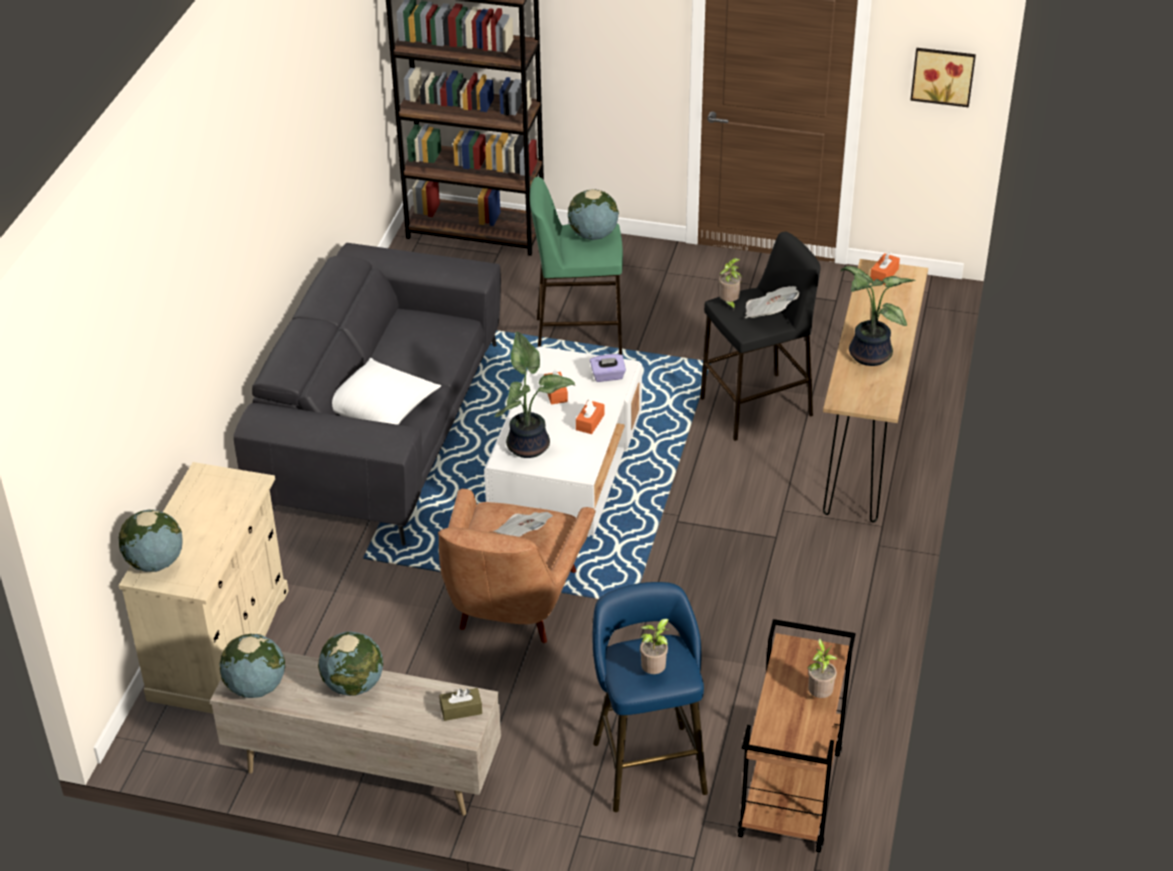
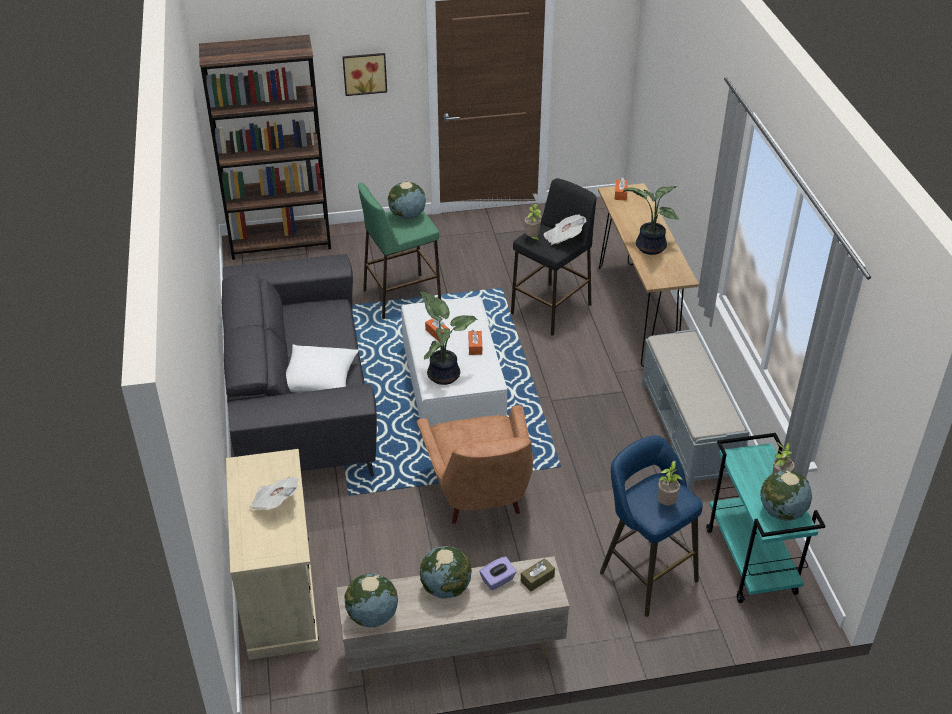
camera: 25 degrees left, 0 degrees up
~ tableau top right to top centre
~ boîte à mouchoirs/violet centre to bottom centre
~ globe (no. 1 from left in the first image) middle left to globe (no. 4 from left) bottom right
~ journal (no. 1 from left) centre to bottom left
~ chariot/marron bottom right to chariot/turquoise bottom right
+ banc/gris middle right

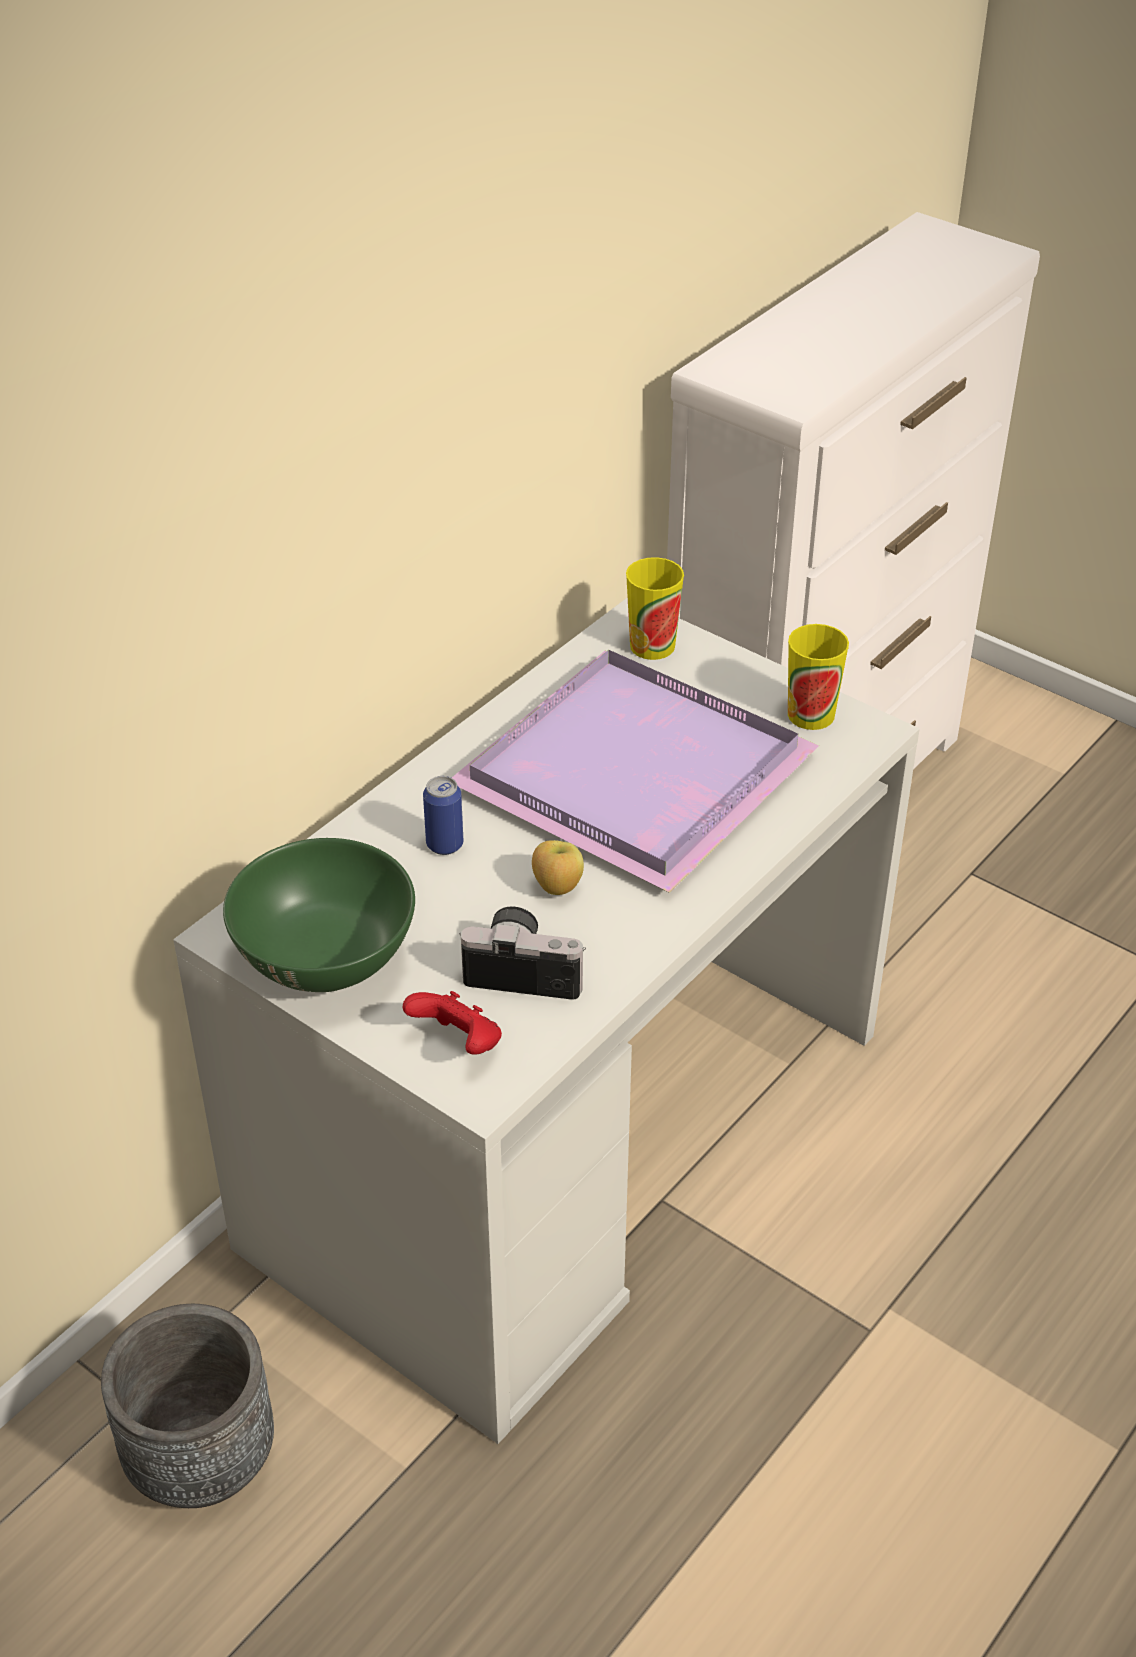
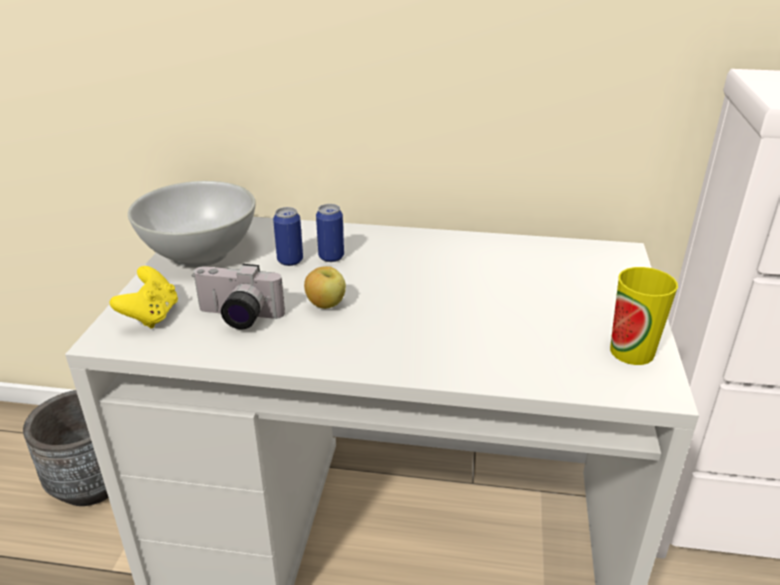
camera: 60 degrees right, 10 degrees down
- tasse (no. 1 from left) centre
- plateau/violet centre
~ bol/vert middle left to bol/blanc middle left
~ appareil photo centre = middle left 120 degrees clockwise
~ manette/rouge centre to manette/jaune middle left
+ boîte métallique (no. 1 from left) centre

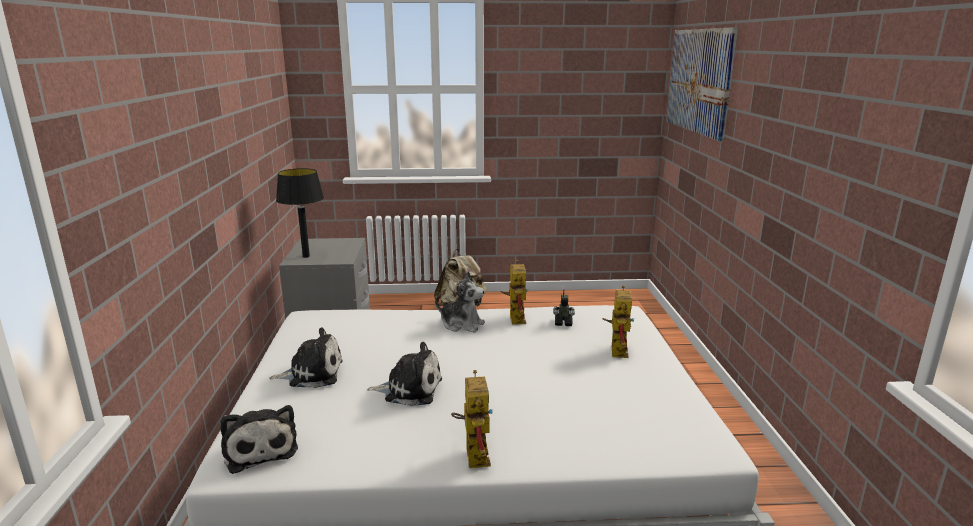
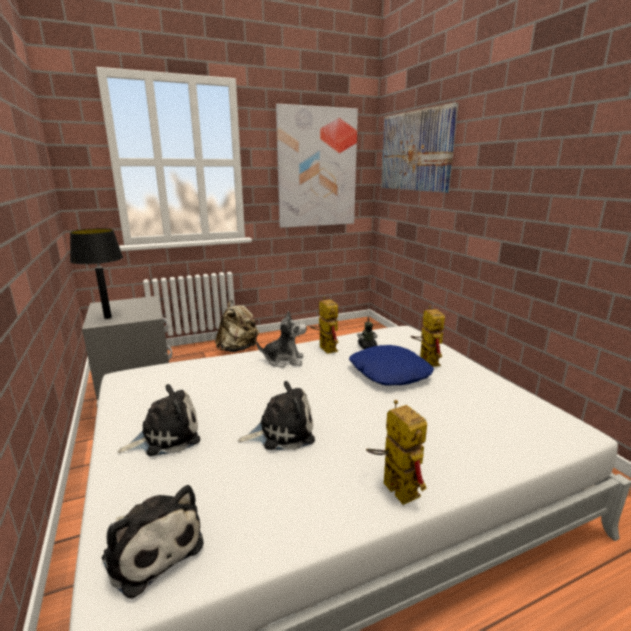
camera: 20 degrees left, 0 degrees up
+ tableau (no. 1 from left) top centre
+ coussin/bleu centre

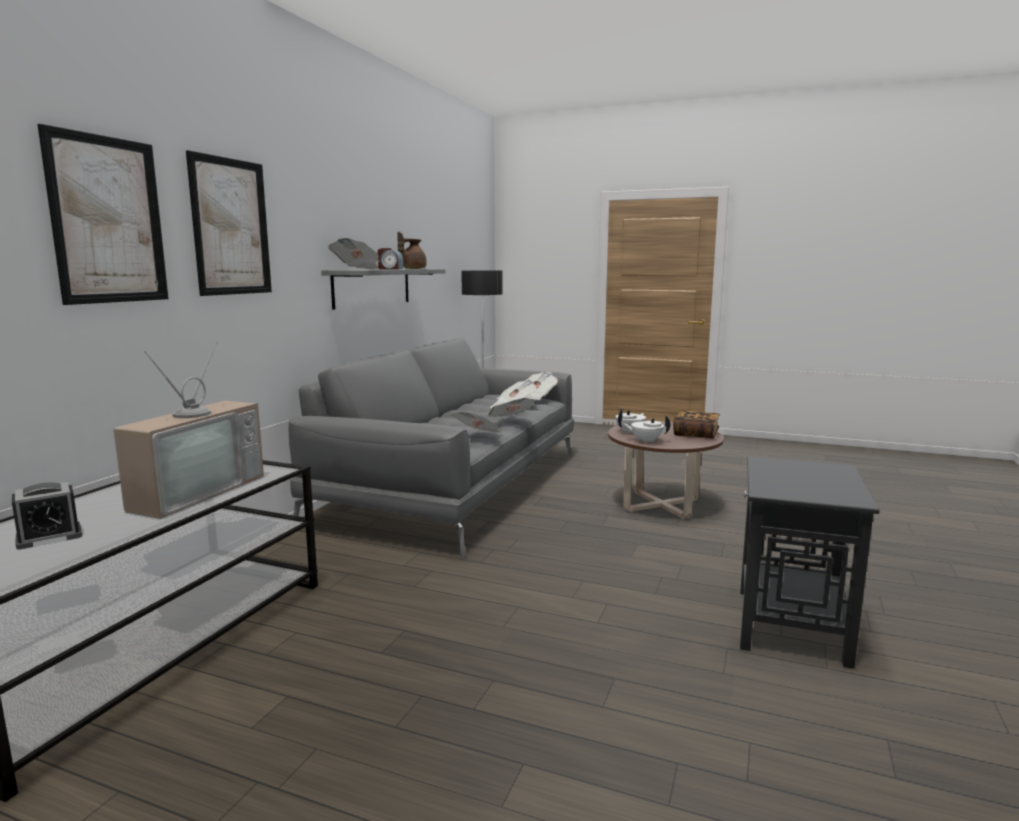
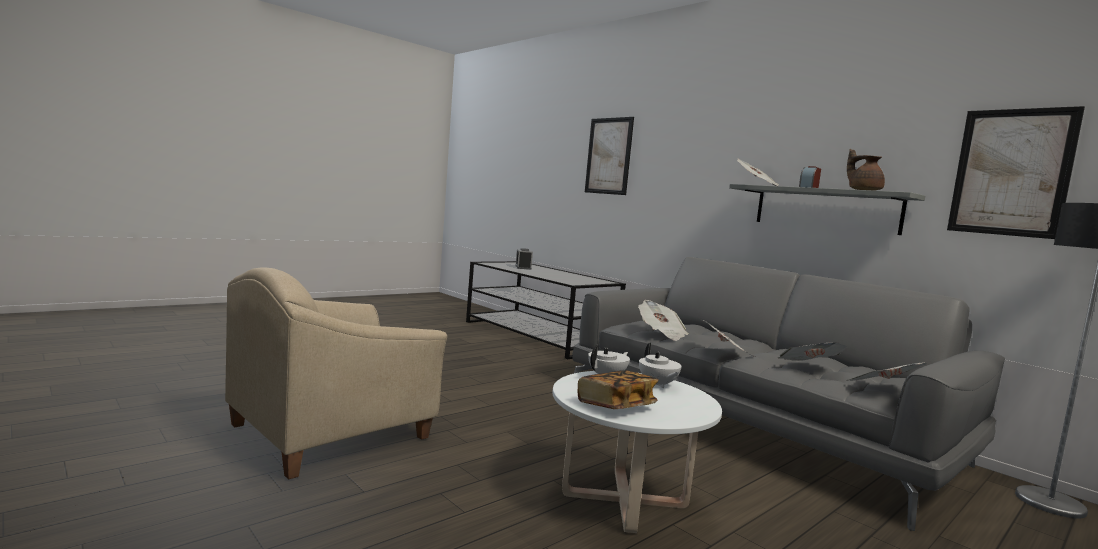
camera: 115 degrees right, 5 degrees down
~ tableau (no. 2 from left) top left to top right
- téléviseur middle left
~ table basse/marron centre to table basse/blanc bottom centre
~ table d'appoint/noir bottom right to fauteuil/beige bottom left

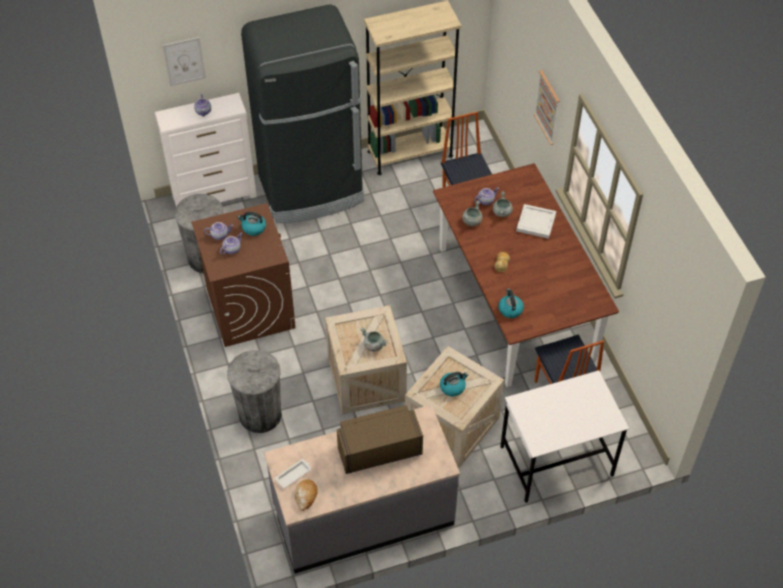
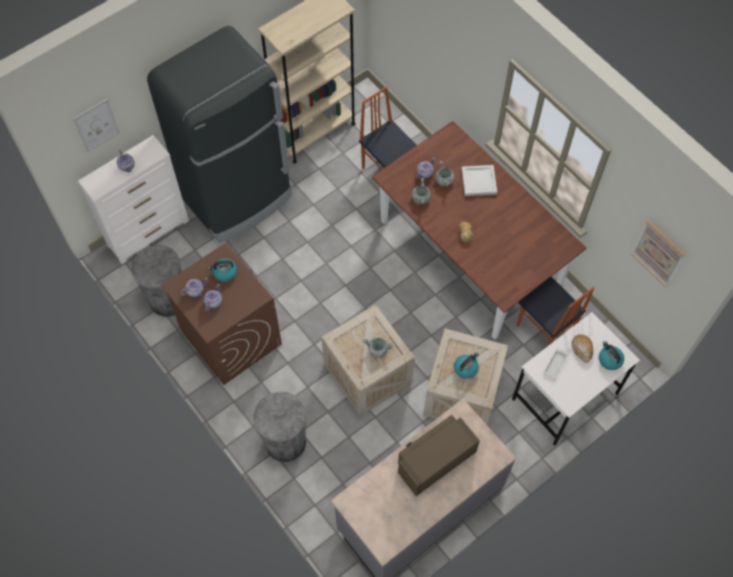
camera: 20 degrees left, 10 degrees up
~ tableau (no. 2 from left) top right to middle right
~ bouilloire (no. 3 from left) centre to middle right
~ plateau/blanc (no. 1 from left in the first image) bottom centre to plateau/blanc (no. 2 from left) middle right
~ pain (no. 1 from left in the first image) bottom centre to pain (no. 2 from left) middle right

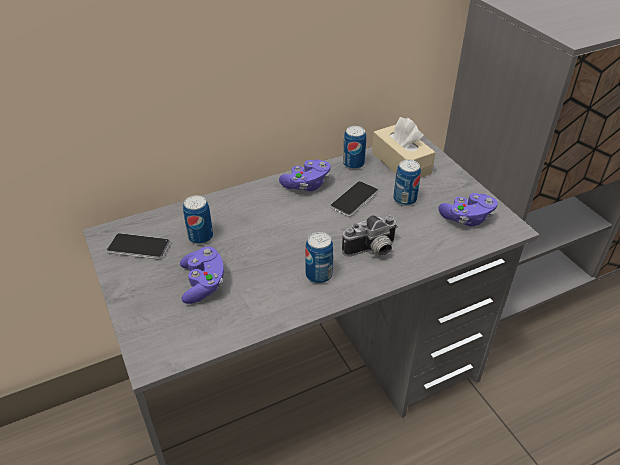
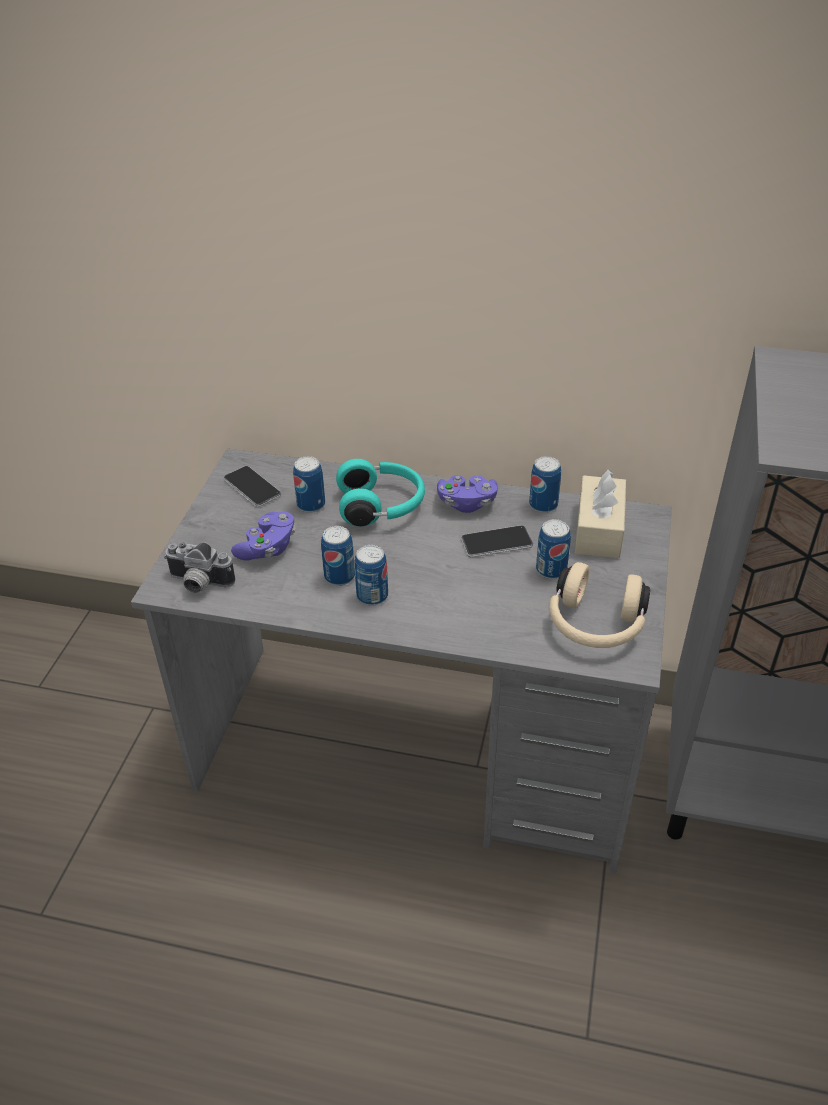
camera: 40 degrees right, 0 degrees up
~ manette/violet (no. 3 from left) middle right to casque audio/beige middle right
~ appareil photo centre to middle left
+ casque audio/turquoise centre
+ boîte métallique (no. 2 from left) centre

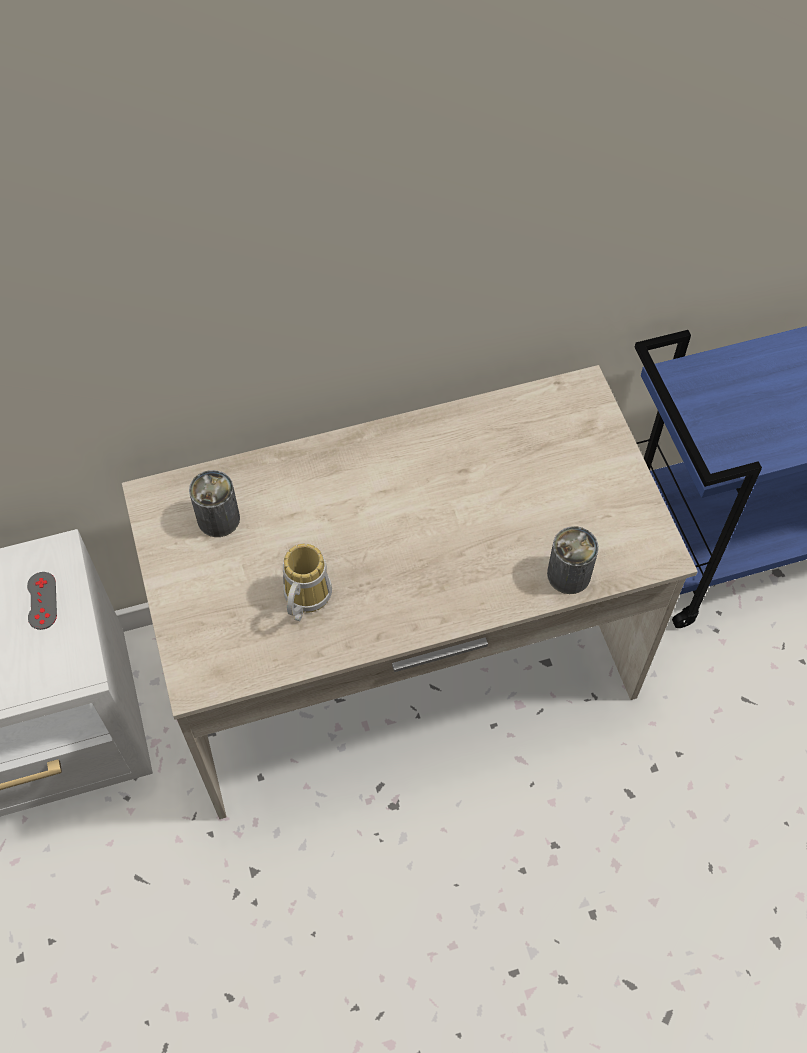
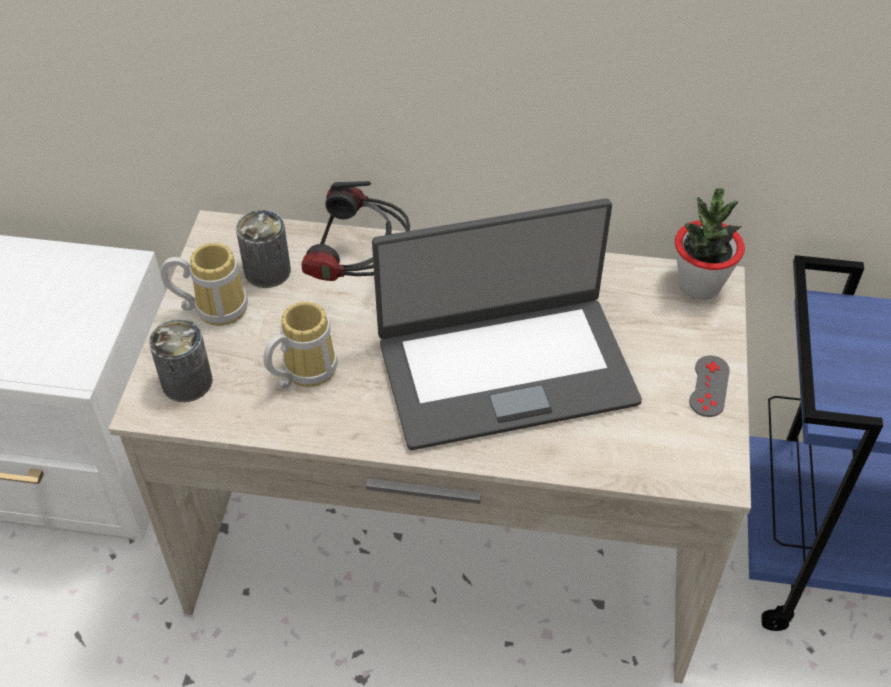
camera: 25 degrees right, 10 degrees down
~ boîte métallique (no. 2 from left in the first image) middle right to boîte métallique (no. 1 from left) middle left
~ manette/gris middle left to middle right
+ casque audio centre
+ plante en pot middle right
+ ordinateur portable centre
+ mug (no. 1 from left) middle left

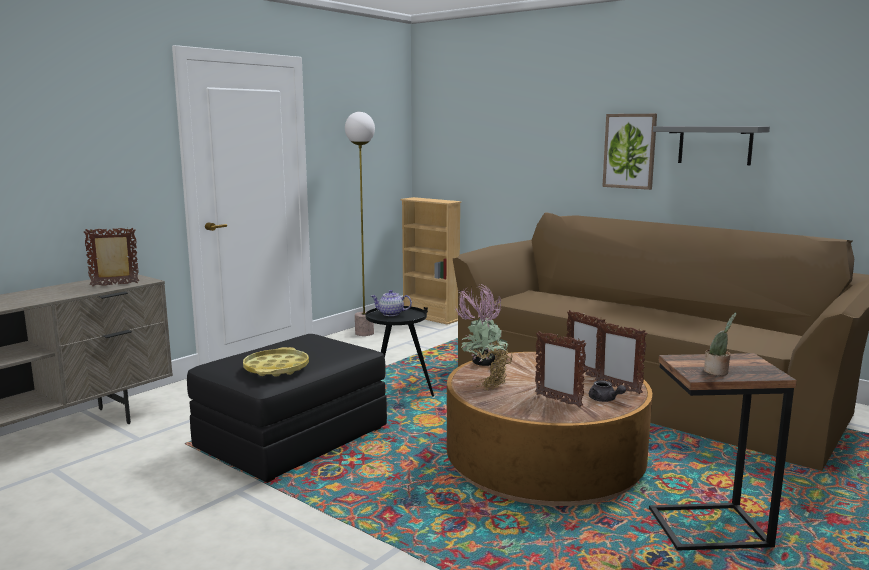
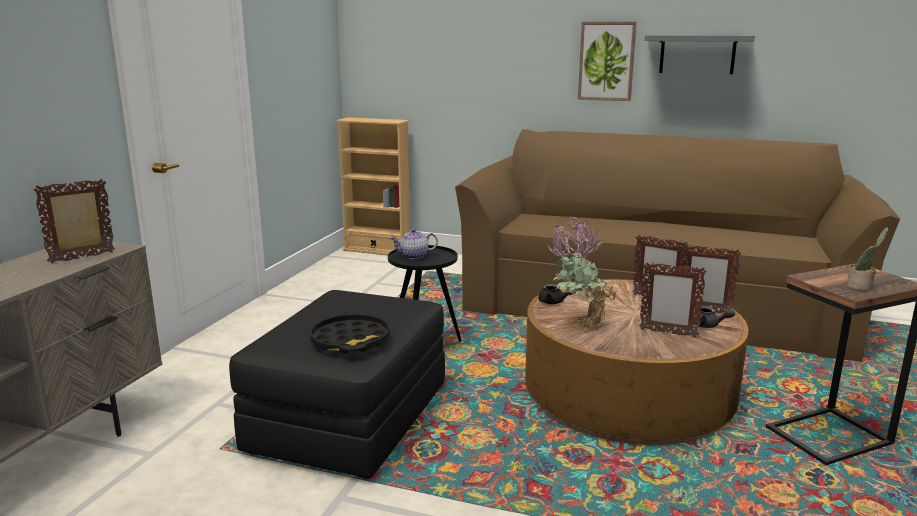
camera: 20 degrees left, 5 degrees up
- lampadaire centre
~ plateau/jaune middle left to plateau/noir centre

